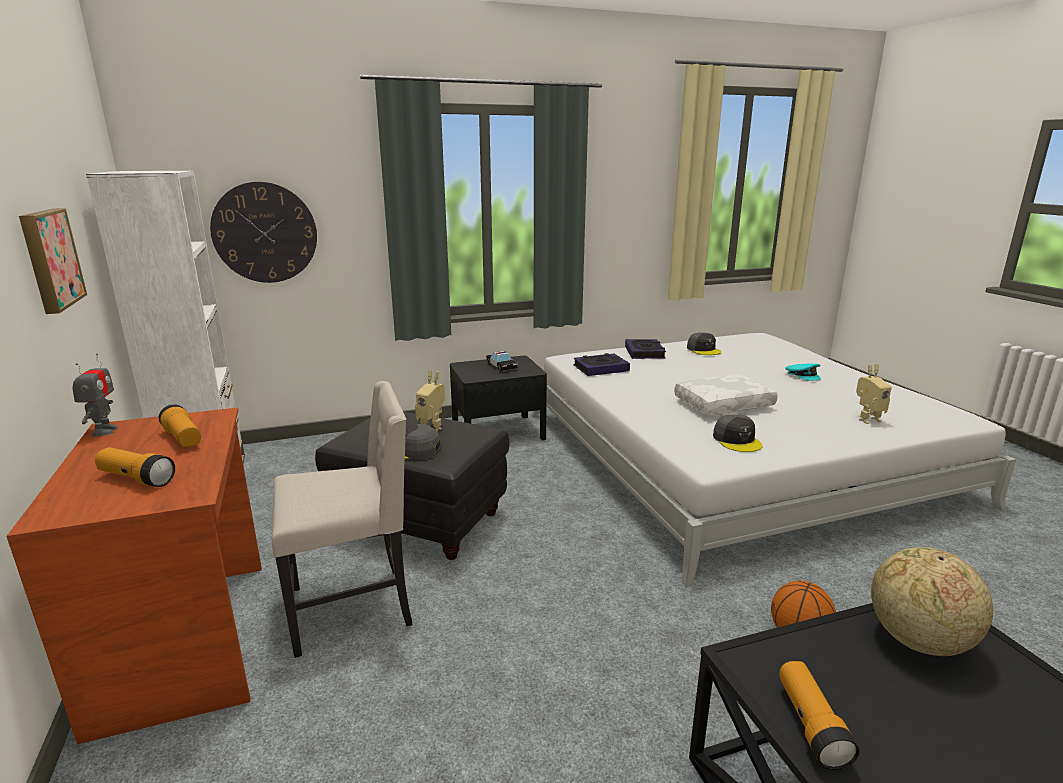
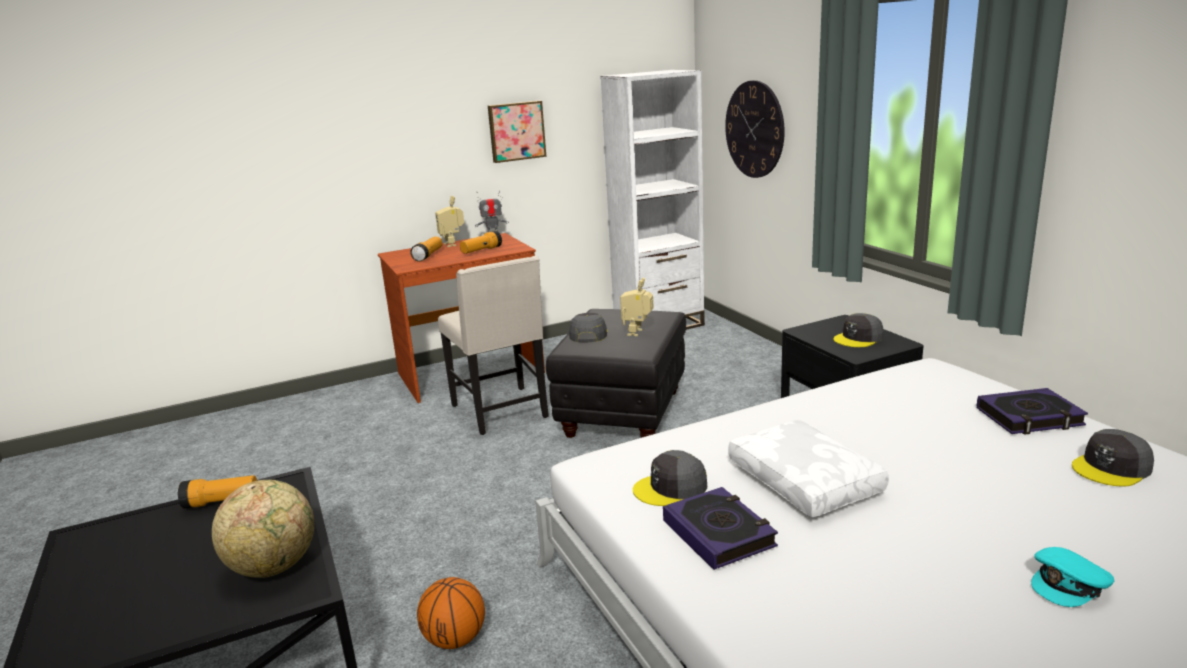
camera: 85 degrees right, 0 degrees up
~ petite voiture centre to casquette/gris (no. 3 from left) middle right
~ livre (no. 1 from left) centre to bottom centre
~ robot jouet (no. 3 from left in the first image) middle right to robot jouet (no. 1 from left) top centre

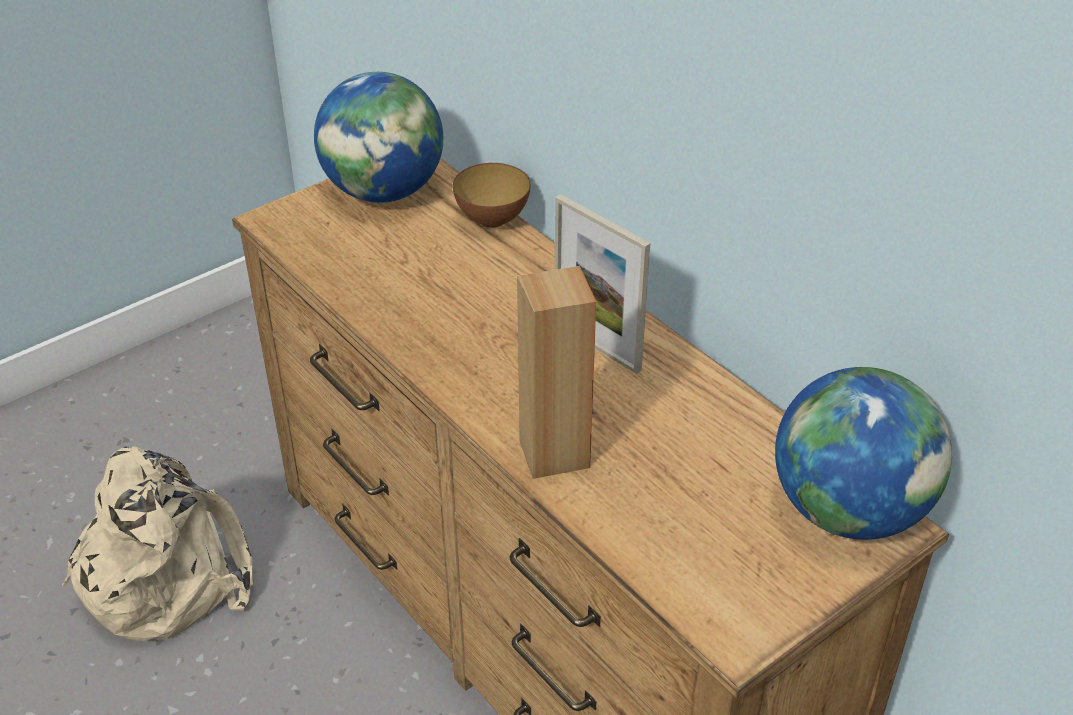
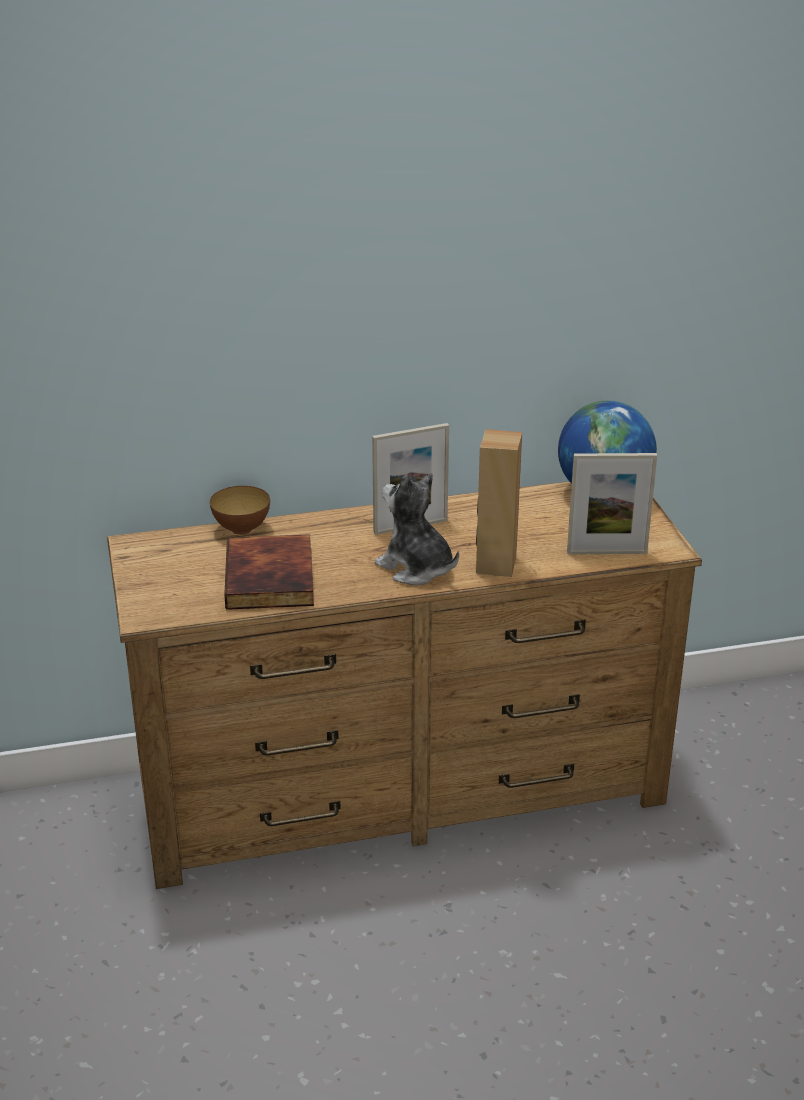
camera: 65 degrees left, 10 degrees down
- globe (no. 1 from left) top centre
- sac à dos/beige bottom left
+ cadre photo (no. 2 from left) middle right
+ peluche centre
+ livre centre

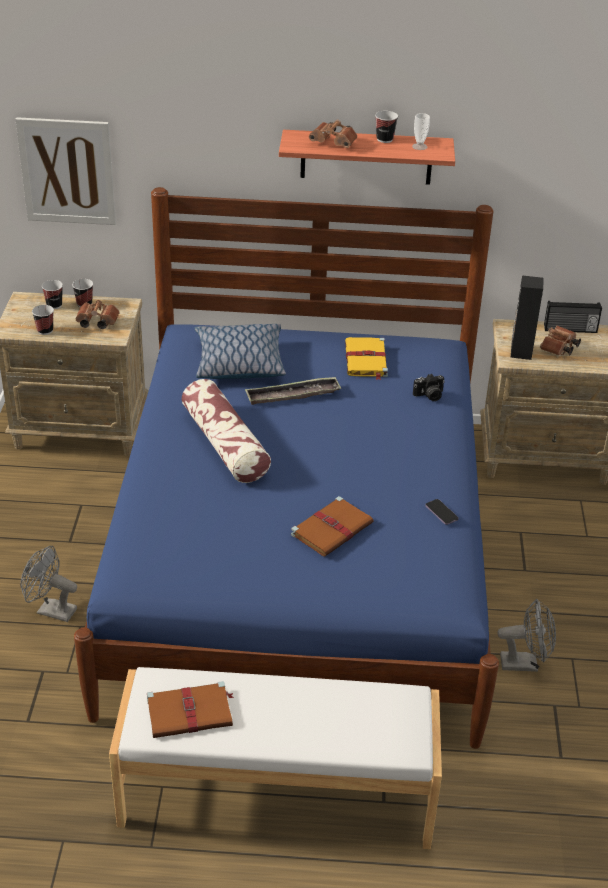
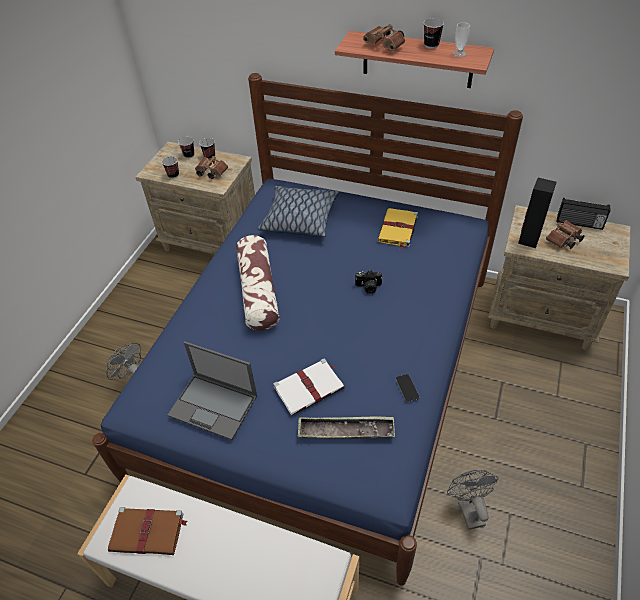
camera: 20 degrees right, 10 degrees up
- tableau top left
~ appareil photo middle right to centre
~ plateau centre to bottom centre
~ livre/marron (no. 2 from left) centre to livre/blanc centre
~ ventilateur/gris (no. 2 from left) bottom right = bottom right 120 degrees counterclockwise
+ ordinateur portable middle left

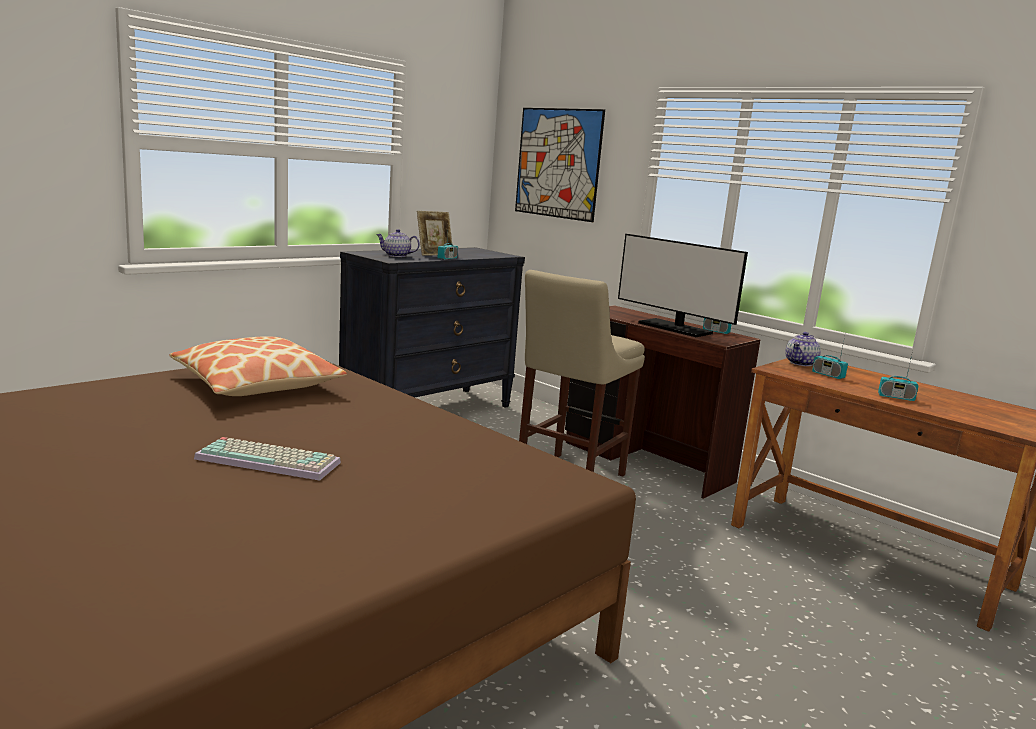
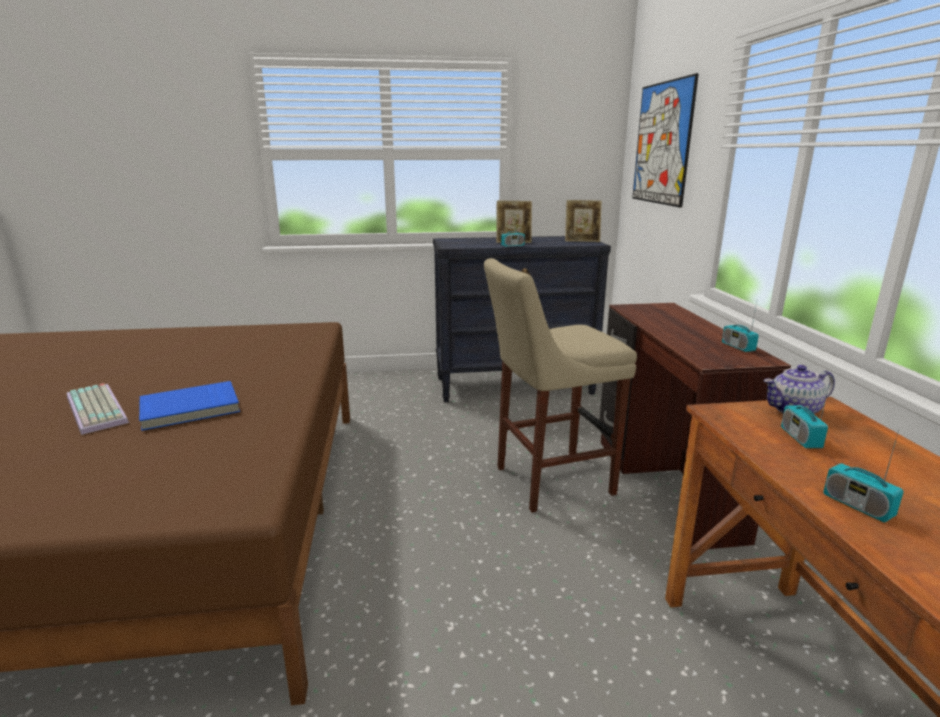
camera: 40 degrees right, 5 degrees up
- théière (no. 1 from left) centre
- écran d'ordinateur centre
- coussin middle left
+ cadre photo (no. 2 from left) top centre
+ livre/bleu middle left

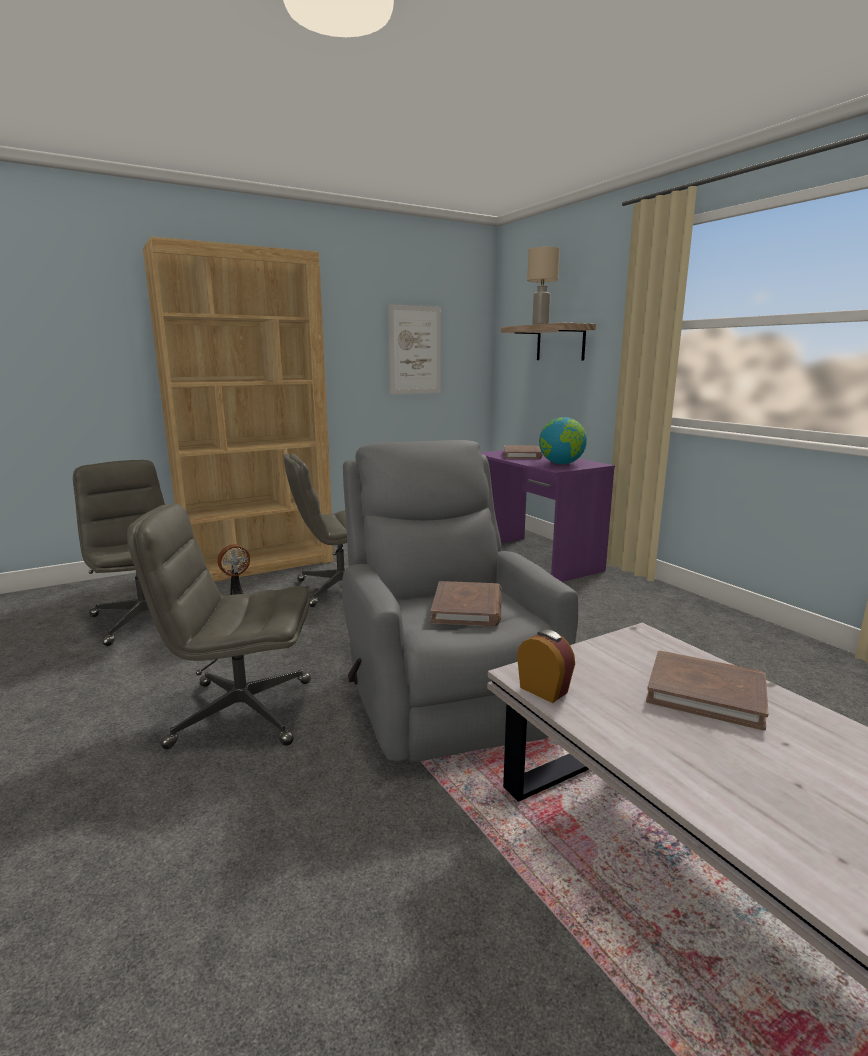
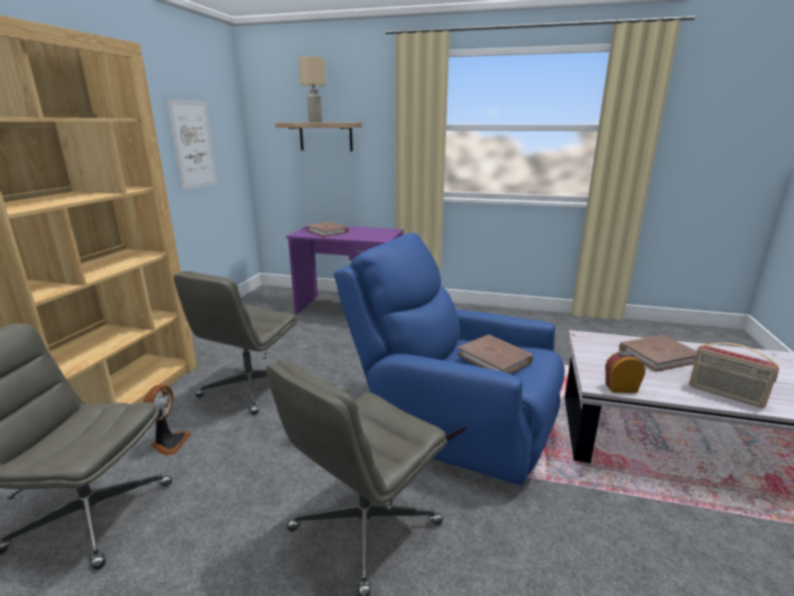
camera: 45 degrees left, 5 degrees up
- globe centre
~ fauteuil/gris centre to fauteuil/bleu centre
+ radio middle right

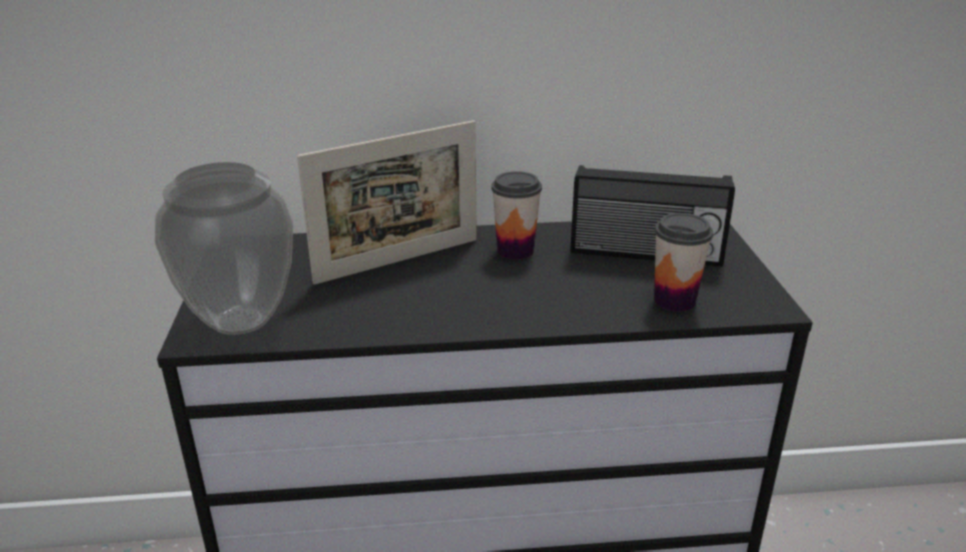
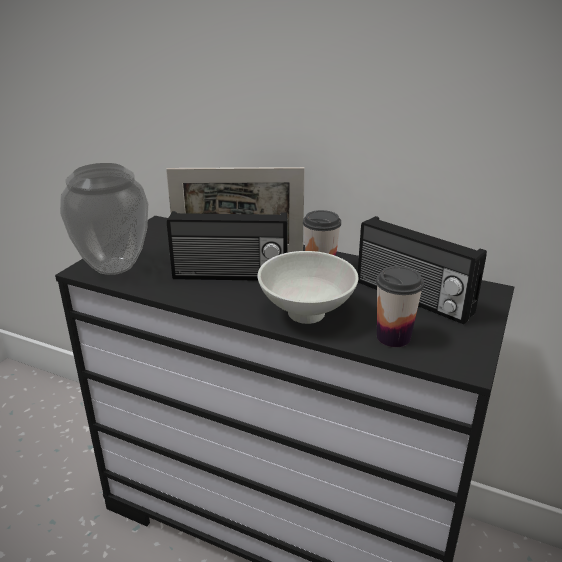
camera: 30 degrees right, 0 degrees up
+ radio (no. 1 from left) centre
+ bol/blanc centre

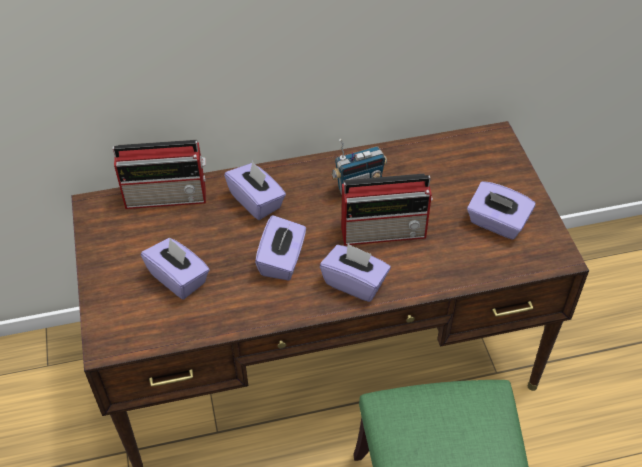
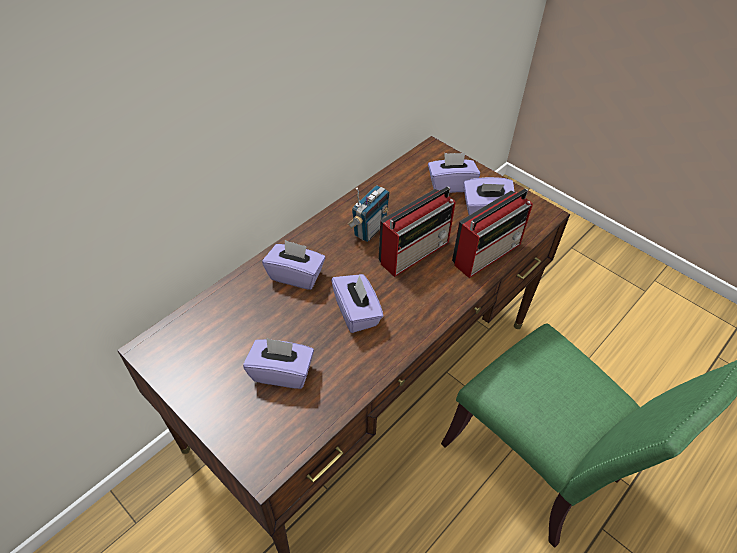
camera: 35 degrees left, 0 degrees up
~ radio (no. 1 from left in the first image) middle left to radio (no. 3 from left) middle right
~ boîte à mouchoirs/violet (no. 4 from left) centre to top centre

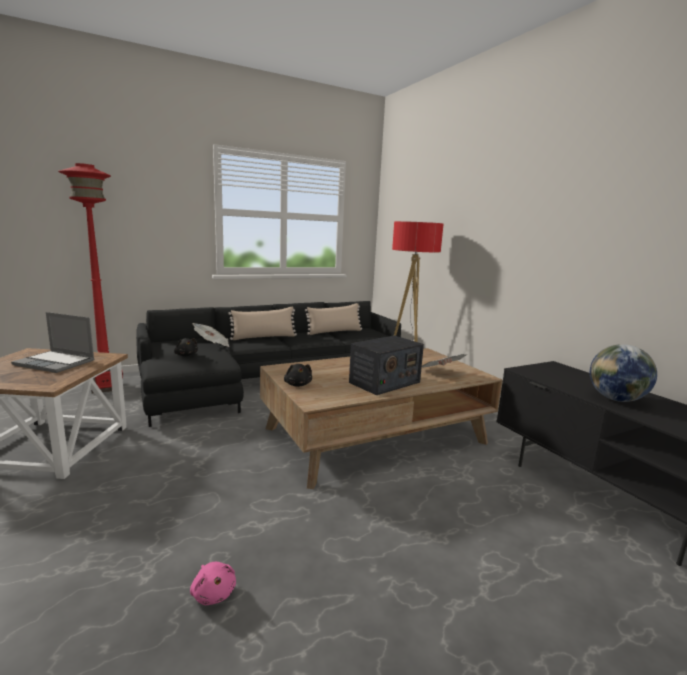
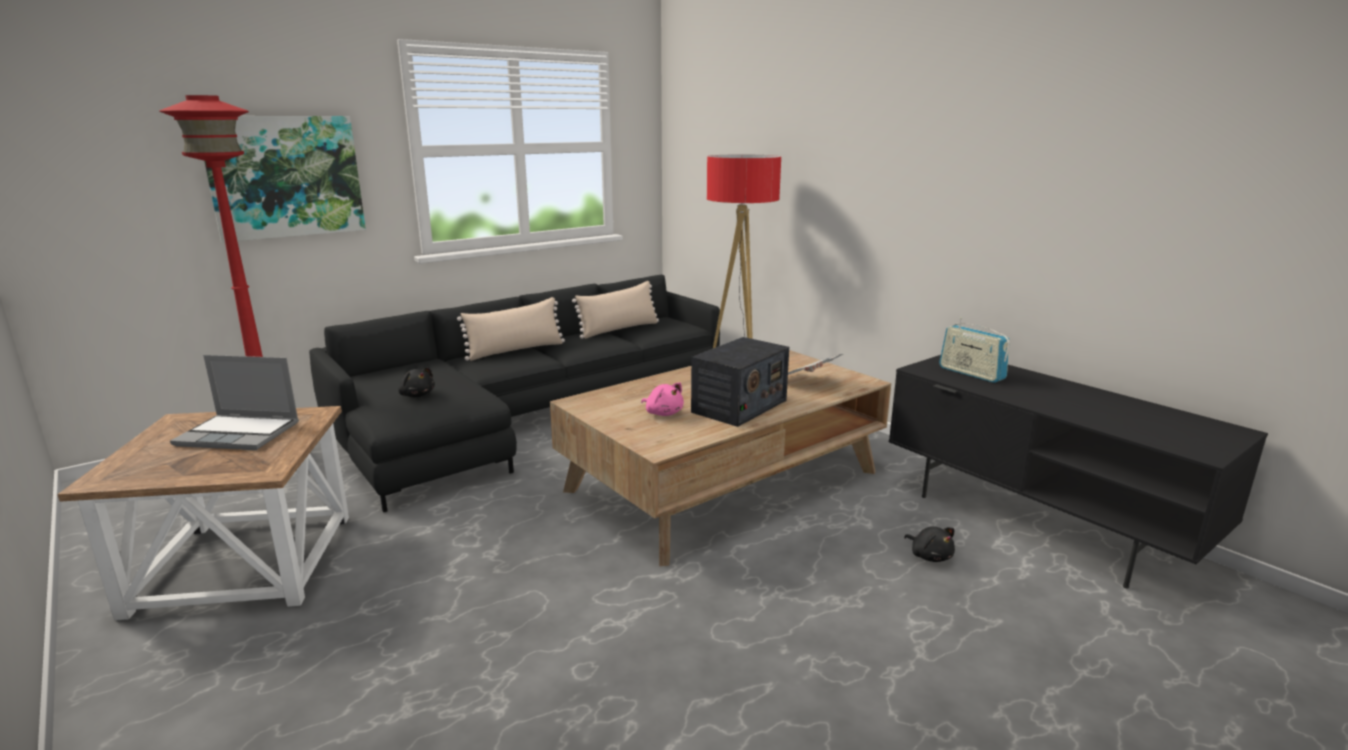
camera: 10 degrees left, 5 degrees up
- journal (no. 1 from left) middle left
- globe middle right
~ peluche/noir (no. 2 from left) centre to bottom right
~ peluche/rose bottom left to centre
+ tableau top left
+ radio (no. 2 from left) middle right

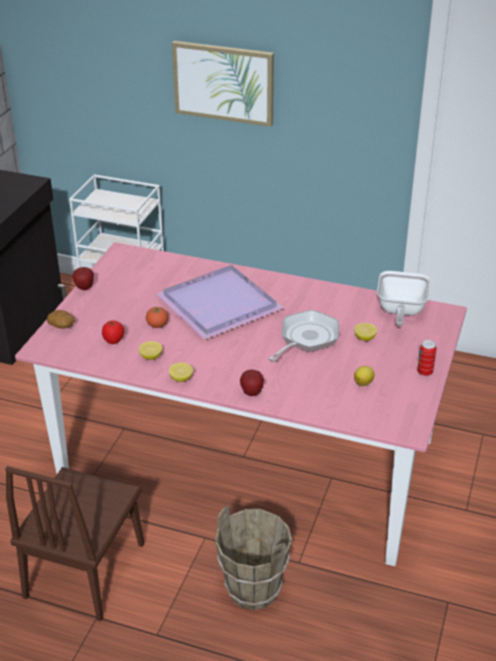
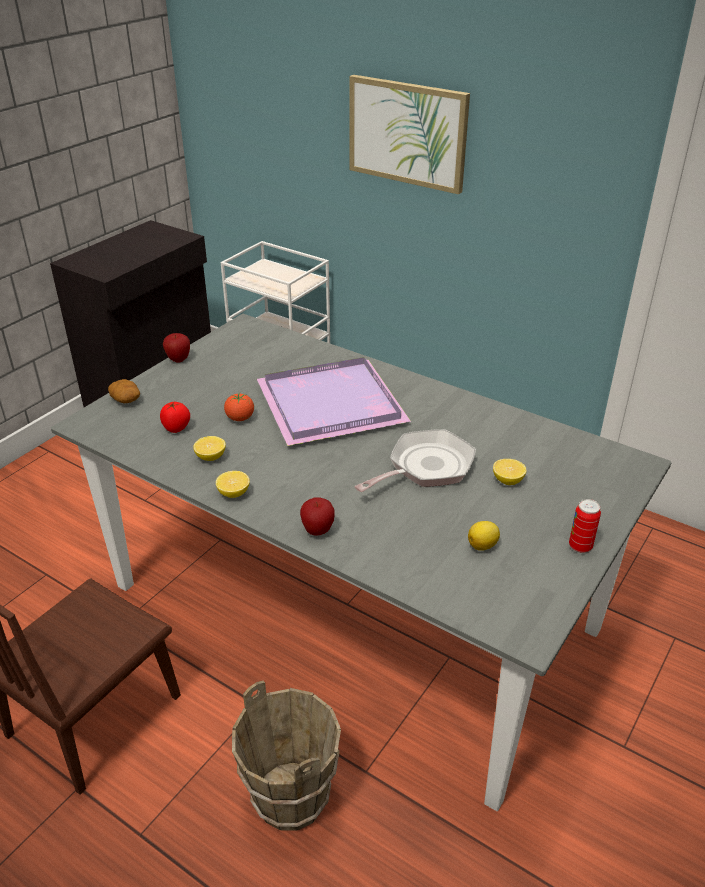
camera: 15 degrees right, 0 degrees up
~ table à manger/rose centre to table à manger/gris centre
- poêle (no. 2 from left) middle right

